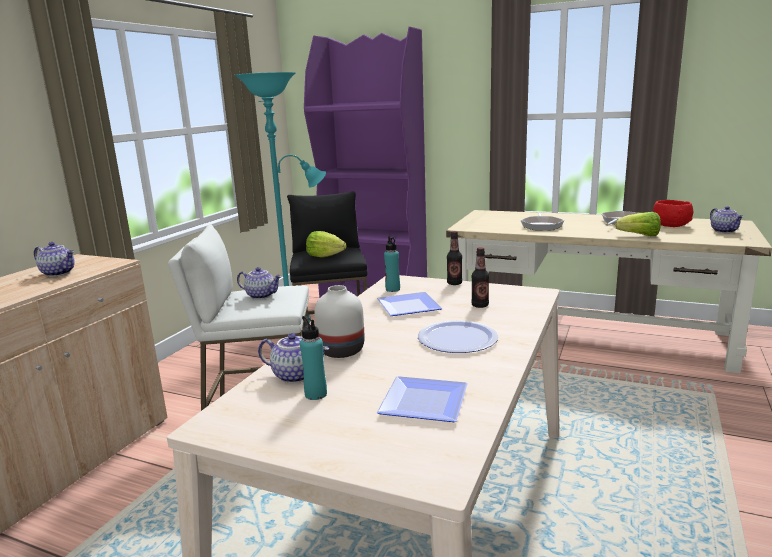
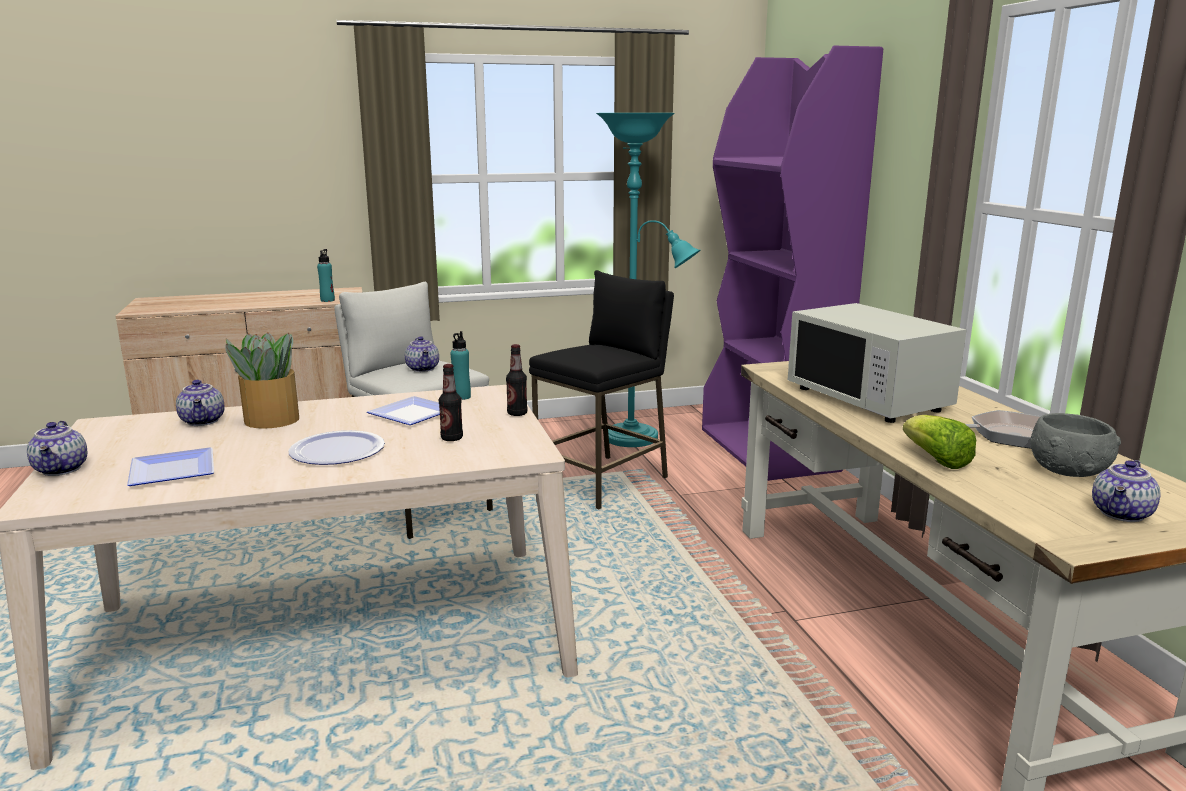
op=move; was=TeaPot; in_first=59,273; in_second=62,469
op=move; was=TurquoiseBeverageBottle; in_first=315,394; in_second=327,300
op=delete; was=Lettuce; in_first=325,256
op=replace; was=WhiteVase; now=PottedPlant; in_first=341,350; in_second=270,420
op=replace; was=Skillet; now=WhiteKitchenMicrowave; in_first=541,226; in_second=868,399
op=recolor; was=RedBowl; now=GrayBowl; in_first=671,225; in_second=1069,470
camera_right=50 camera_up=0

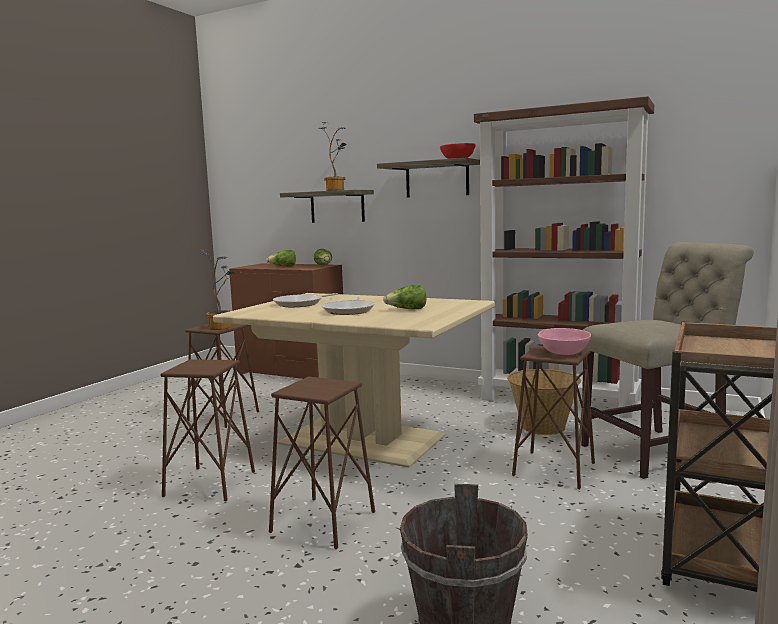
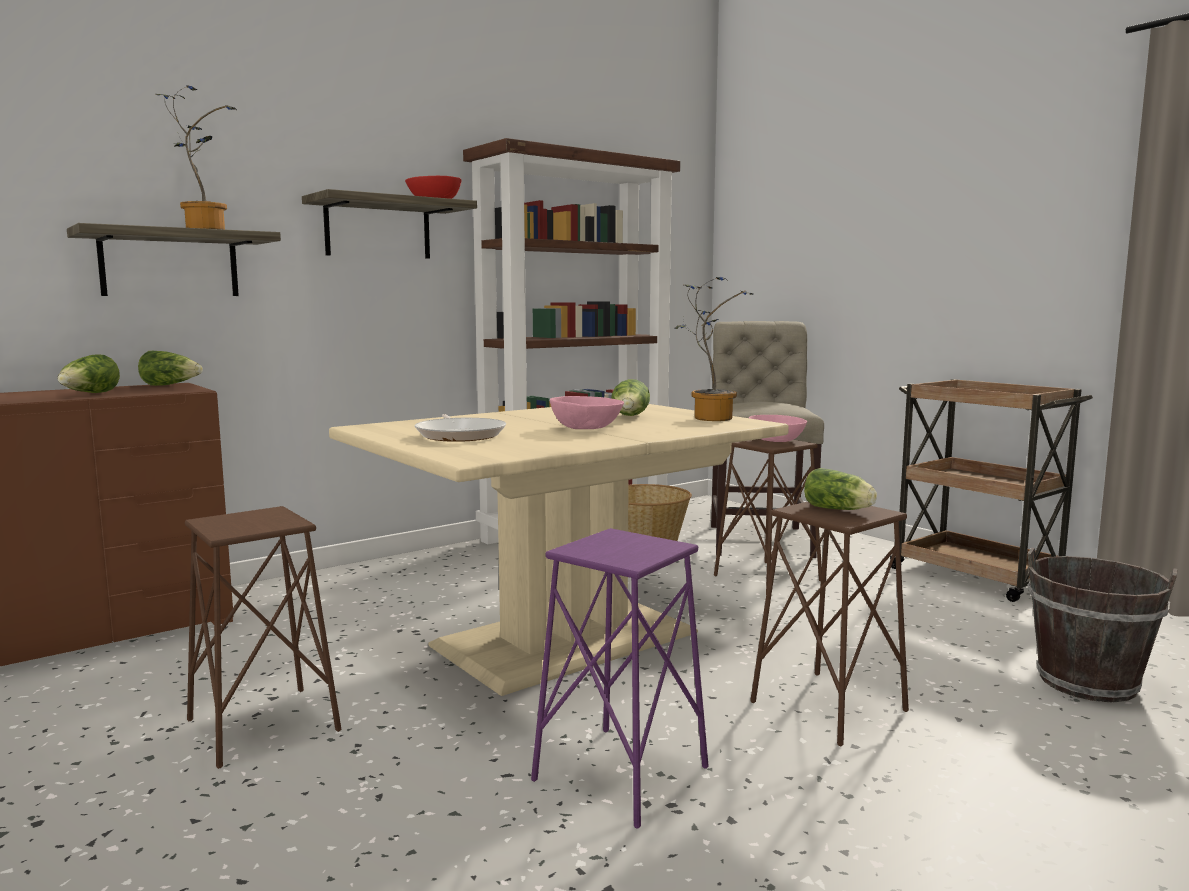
op=recolor; was=BrownStoolSeat; now=PurpleColouredStoolSeat; in_first=210,484; in_second=620,774
op=move; was=PottedPlant; in_first=222,327; in_second=709,418
op=replace; was=Skillet; now=PinkColouredBowl; in_first=349,310; in_second=586,428
op=insert; now=Lettuce; in_second=840,510
camera_right=-65 camera_up=0

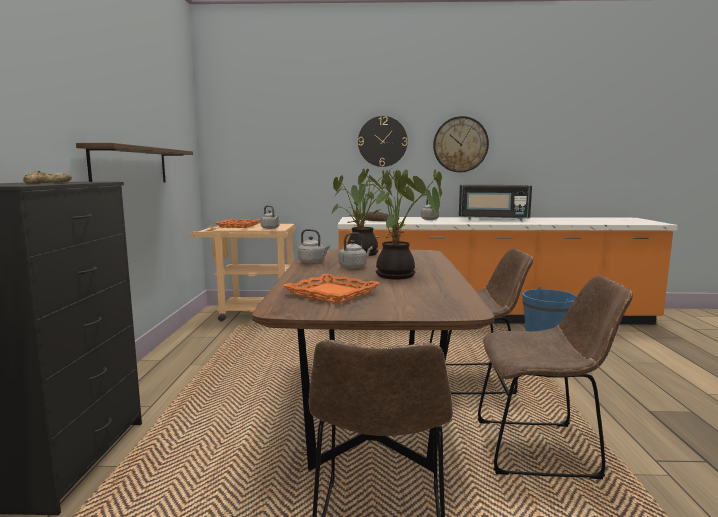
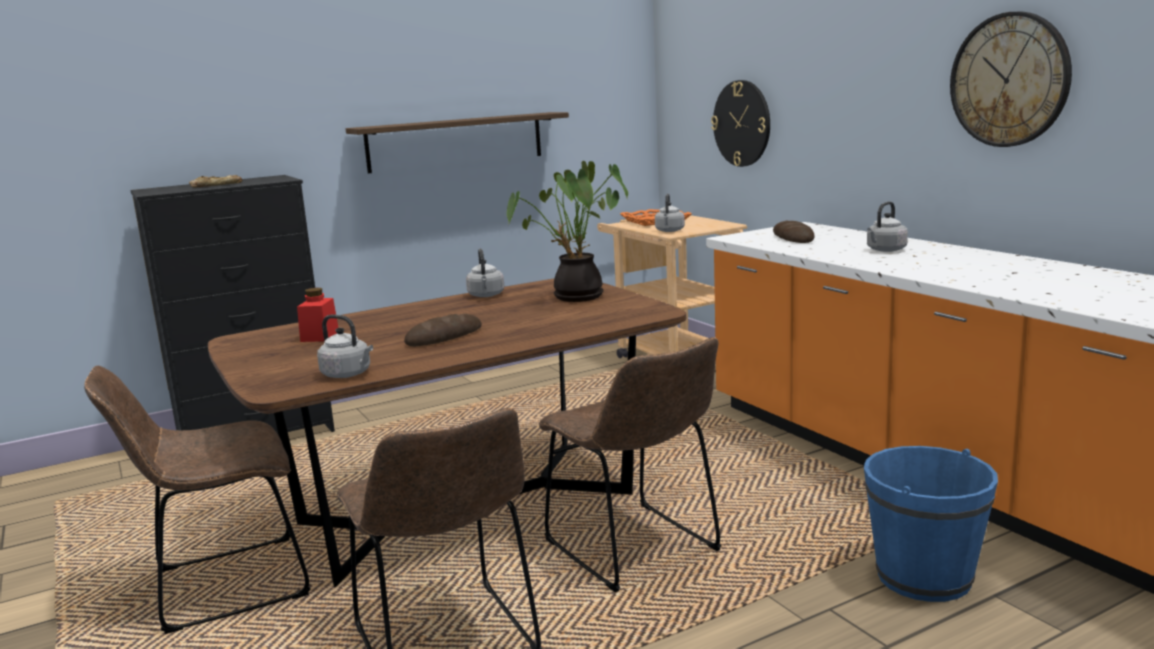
op=replace; was=OrangeyServingTray; now=RedStorageJar; in_first=331,293; in_second=320,336
op=move; was=GrayKettle; in_first=354,267; in_second=348,374
op=move; was=WallClock; in_first=382,141; in_second=742,123
op=replace; was=PottedPlant; now=BakeryBread; in_first=398,276; in_second=444,337
op=delete; was=BlackColouredKitchenMicrowave; in_first=492,219
camera_right=60 camera_up=5

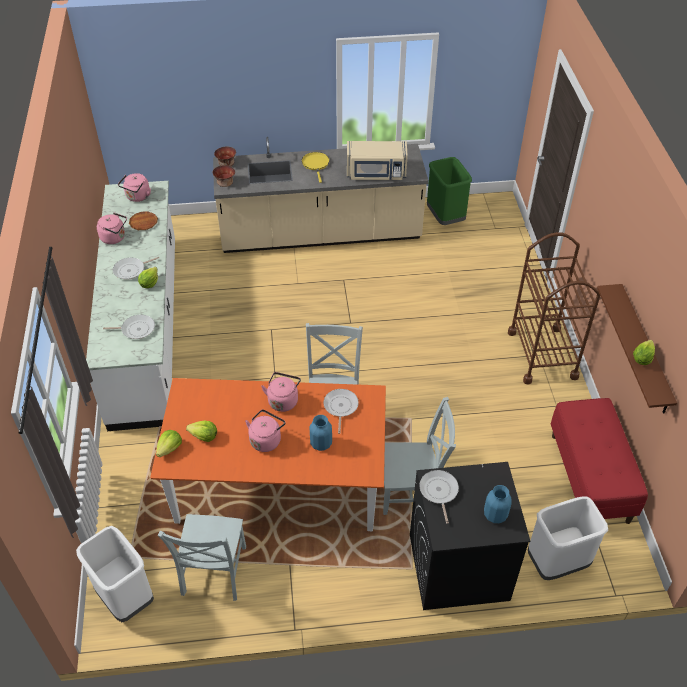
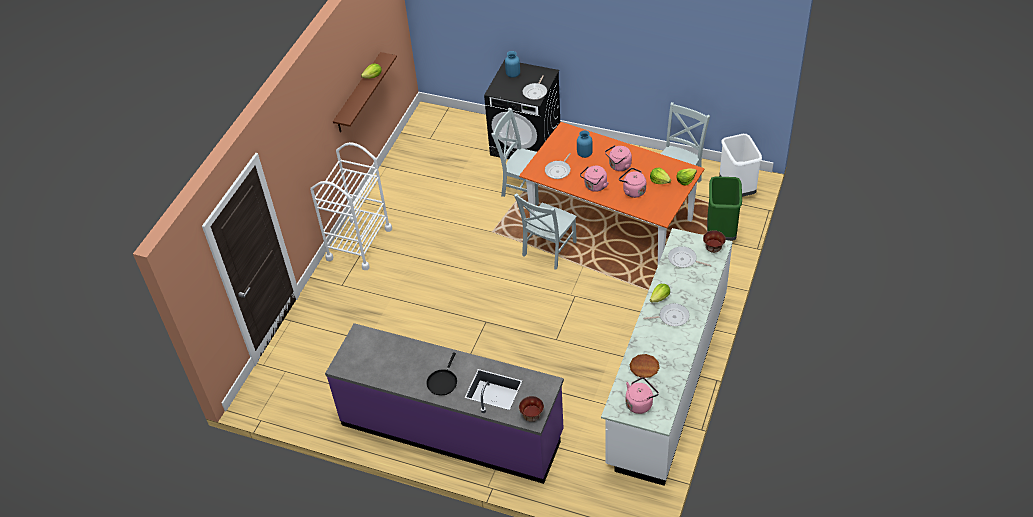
op=move; was=PinkColouredKettle; in_first=115,238; in_second=632,191
op=recolor; was=BeigeKitchenBaseUnit; now=PurpleColouredKitchenBaseUnit; in_first=320,234; in_second=452,428
op=move; was=Bowl; in_first=224,183; in_second=713,248
op=recolor; was=YellowColouredSkillet; now=BlackColouredSkillet; in_first=316,164; in_second=443,381
op=delete; was=BeigeKitchenMicrowave; in_first=376,173
op=move; was=GreenishTrashCan; in_first=445,218; in_second=720,232
op=recolor; was=BrownTrolley; now=WhiteTrolley; in_first=542,354; in_second=359,244
op=delete; was=WhiteTrashCan; in_first=557,563
op=delete; was=RedLongSeat; in_first=590,478
camera_right=-150 camera_up=0

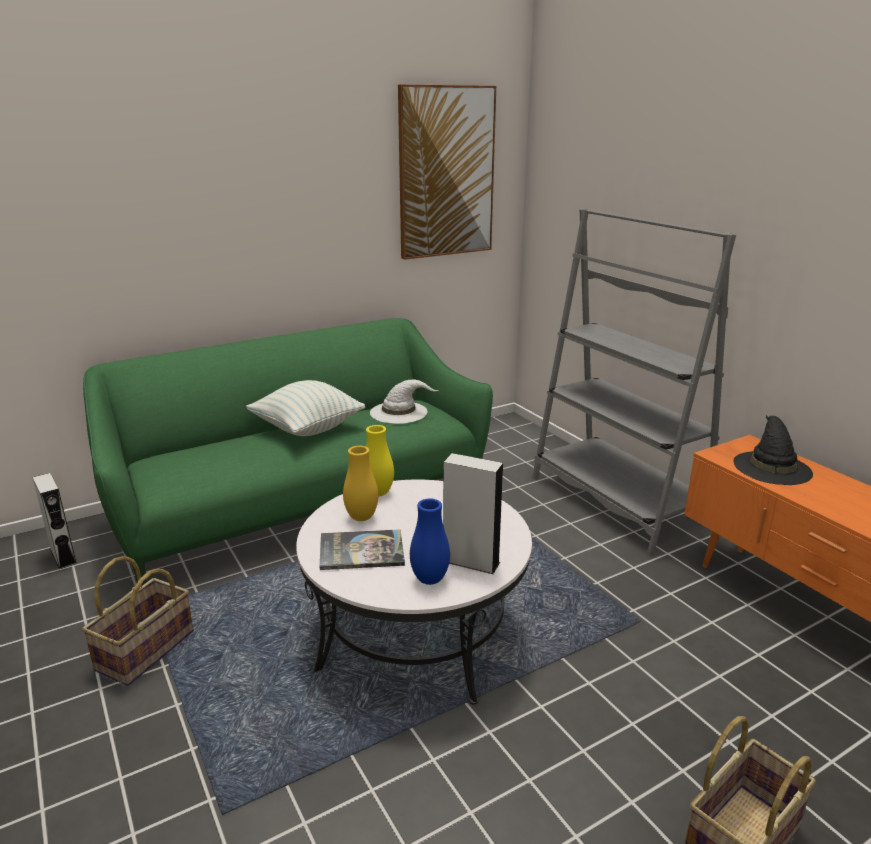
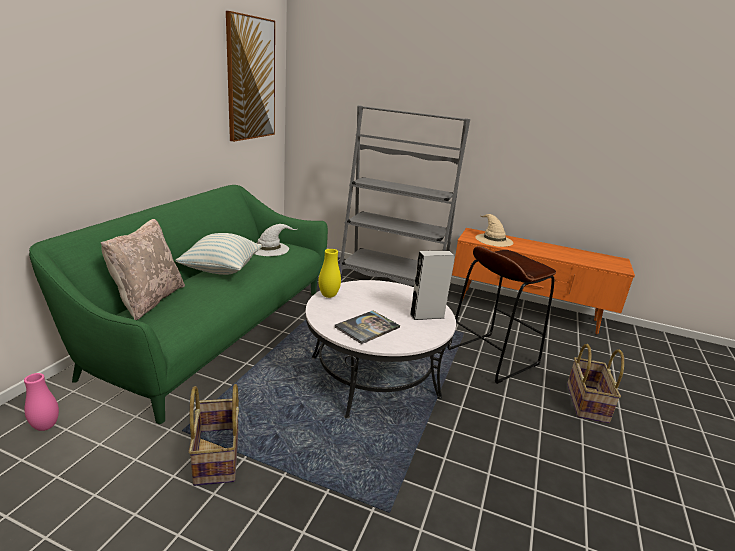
op=replace; was=GrayLoudspeaker; now=PinkColouredVase; in_first=63,556; in_second=45,426
op=delete; was=YellowColouredVase; in_first=361,517
op=delete; was=BlueColouredVase; in_first=429,579
op=recolor; was=BlackColouredWearableHat; now=BeigeWearableHat; in_first=771,467; in_second=493,239
op=insert; now=BeigePillow; in_second=148,300
op=insert; now=BrownStoolSeat; in_second=492,357
camera_right=-40 camera_up=0

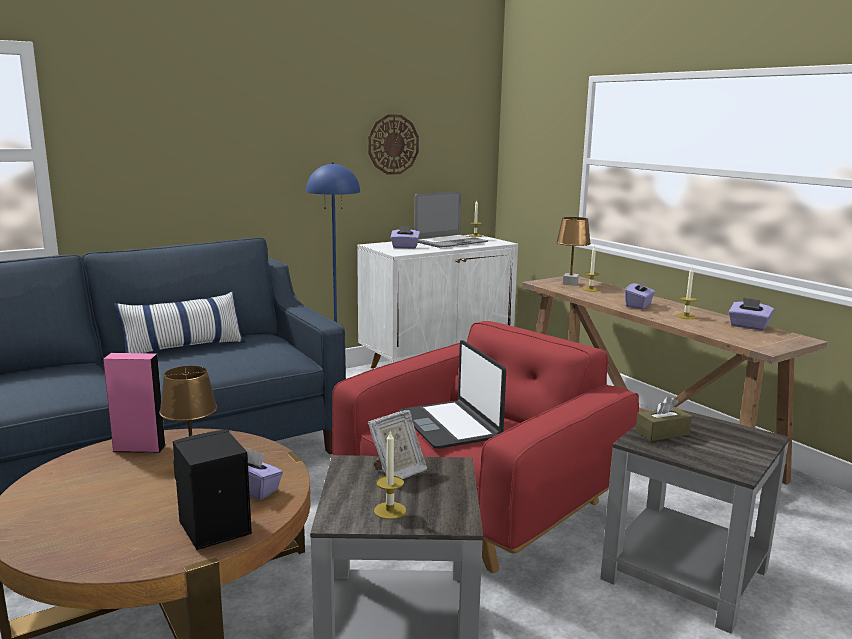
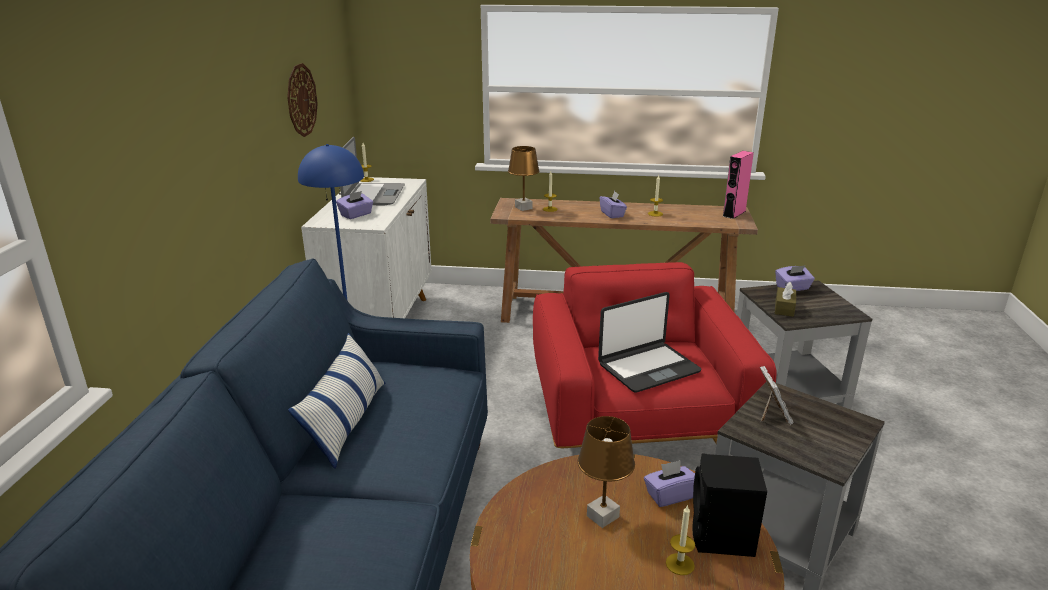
op=move; was=PinkColouredLoudspeaker; in_first=139,448; in_second=734,213
op=move; was=WaxLight; in_first=390,510; in_second=680,564
op=rotate; was=PortableComputer; in_first=450,425; in_second=648,368; clockwise=-45
op=move; was=PurpleColouredBoxOfTissues; in_first=748,326; in_second=792,288
camera_right=-50 camera_up=10

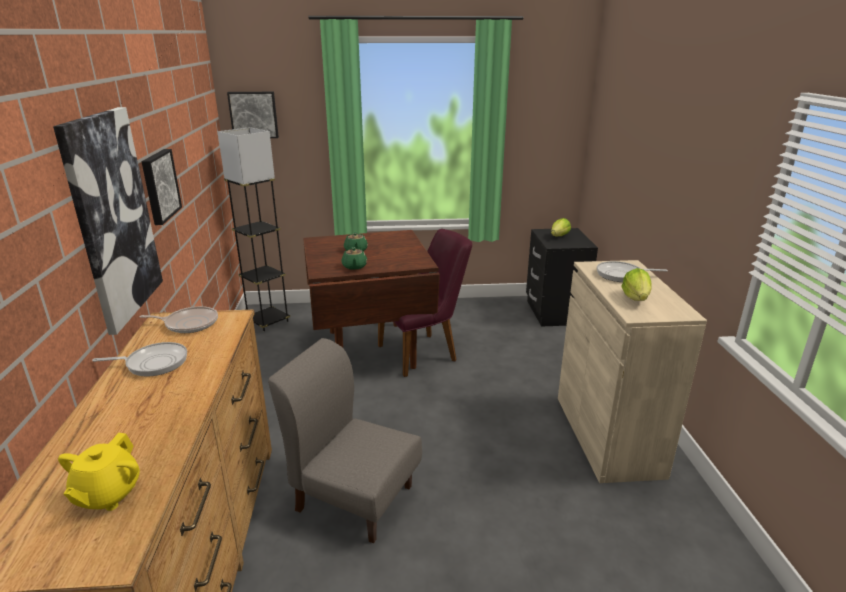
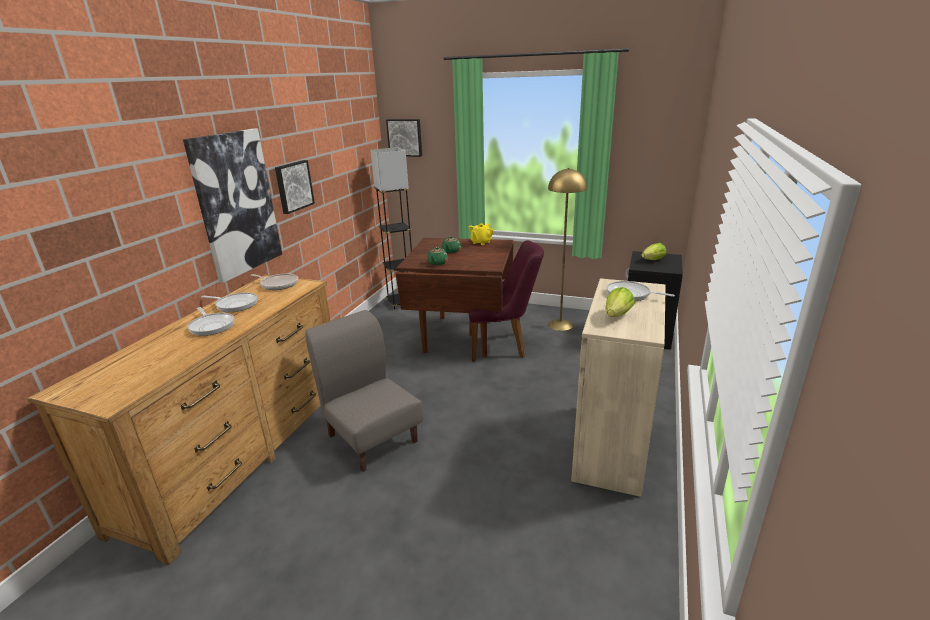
op=move; was=YellowColouredTeaPot; in_first=107,495; in_second=481,242
op=insert; now=Skillet; in_second=212,326
op=insert; now=YellowColouredStandingLamp; in_second=560,325
camera_right=25 camera_up=0

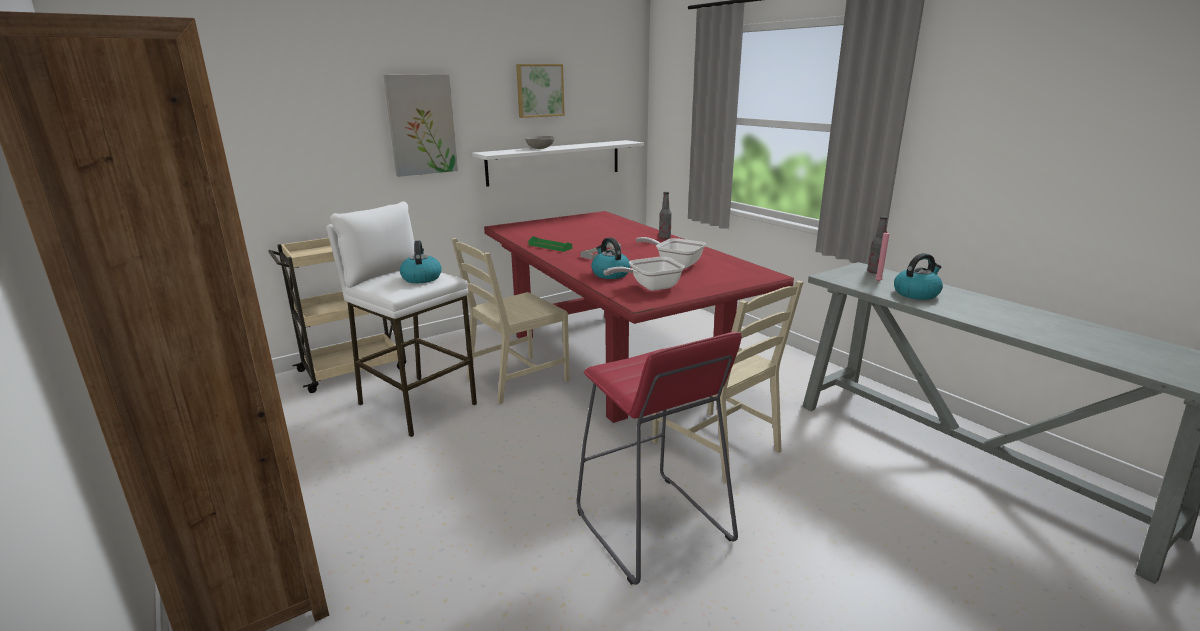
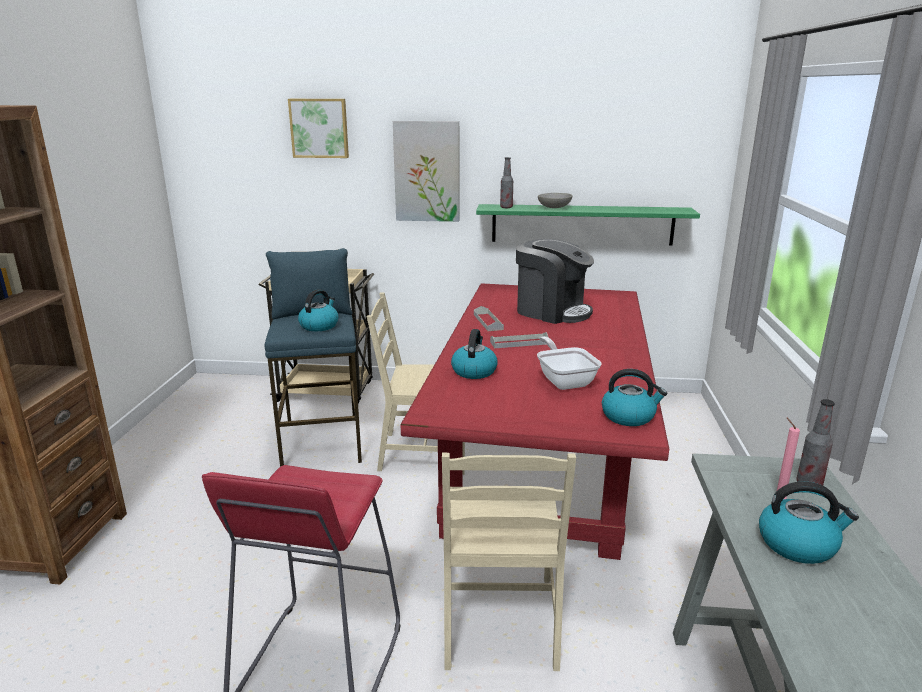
op=recolor; was=WhiteStoolSeat; now=BlueColouredStoolSeat; in_first=416,404; in_second=322,442
op=recolor; was=WhiteBracketShelf; now=GreenishBracketShelf; in_first=555,162; in_second=582,224
op=move; was=Picture; in_first=539,90; in_second=319,128
op=recolor; was=GreenishServingTray; now=GrayServingTray; in_first=550,246; in_second=488,322
op=delete; was=Skillet; in_first=650,287
op=move; was=BeverageBottle; in_first=664,238; in_second=506,207
op=insert; now=CoffeeBrewer; in_second=552,311
op=insert; now=Kettle; in_second=629,416
camera_right=40 camera_up=0

